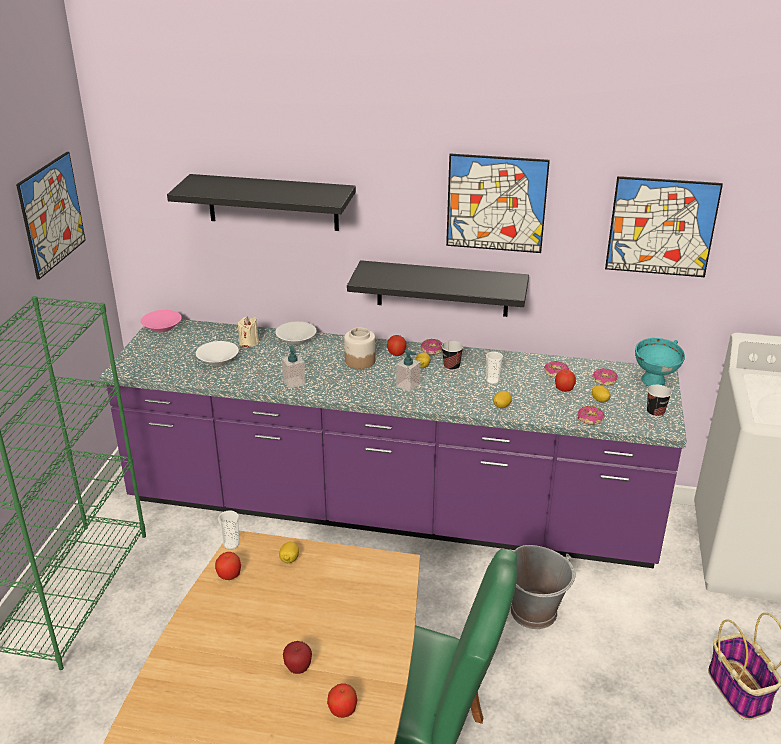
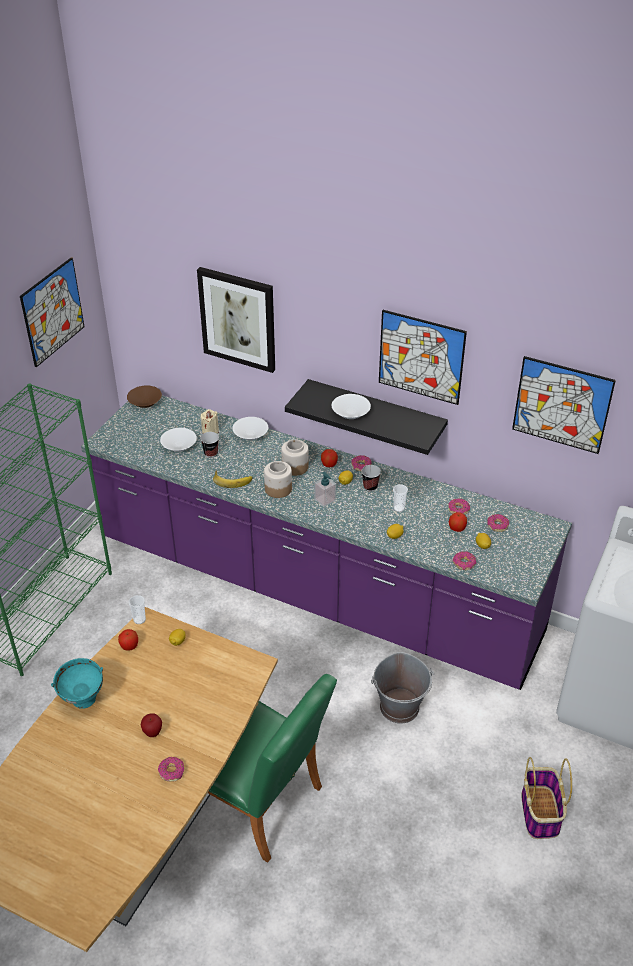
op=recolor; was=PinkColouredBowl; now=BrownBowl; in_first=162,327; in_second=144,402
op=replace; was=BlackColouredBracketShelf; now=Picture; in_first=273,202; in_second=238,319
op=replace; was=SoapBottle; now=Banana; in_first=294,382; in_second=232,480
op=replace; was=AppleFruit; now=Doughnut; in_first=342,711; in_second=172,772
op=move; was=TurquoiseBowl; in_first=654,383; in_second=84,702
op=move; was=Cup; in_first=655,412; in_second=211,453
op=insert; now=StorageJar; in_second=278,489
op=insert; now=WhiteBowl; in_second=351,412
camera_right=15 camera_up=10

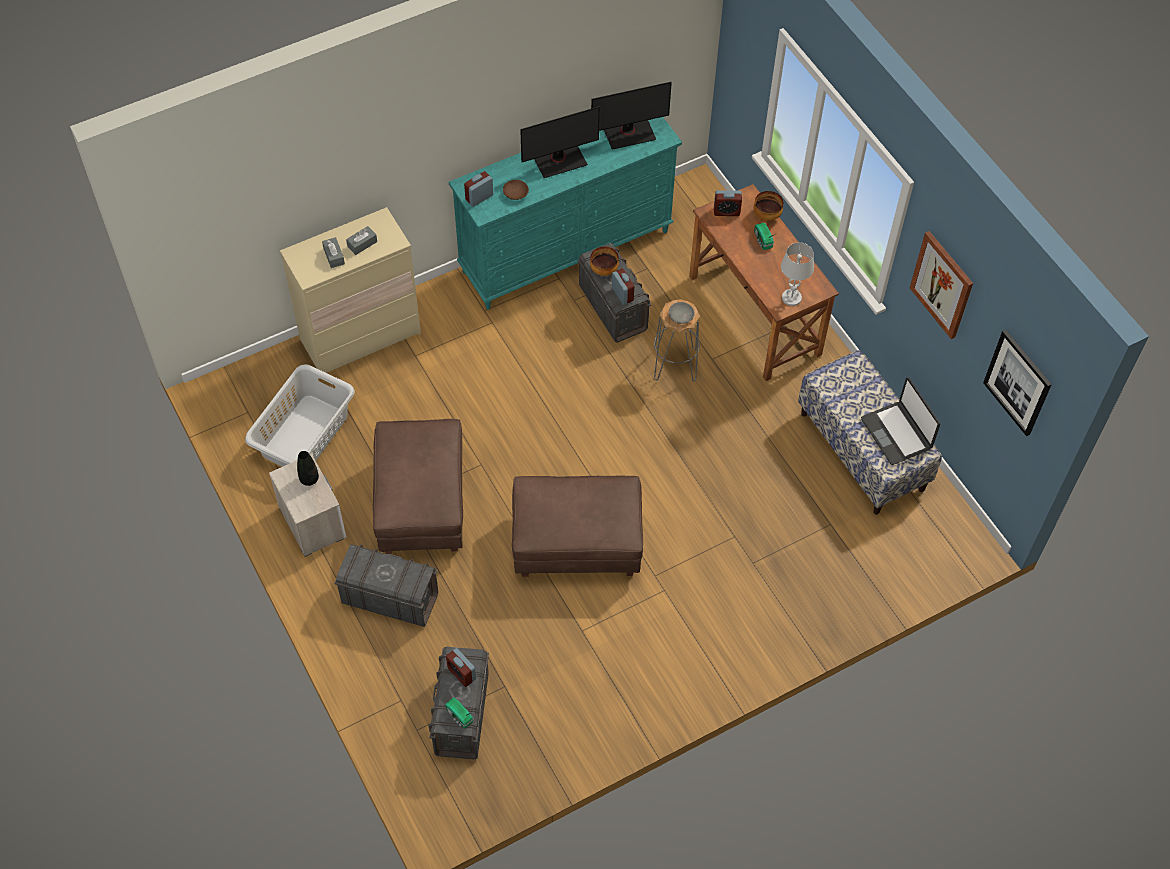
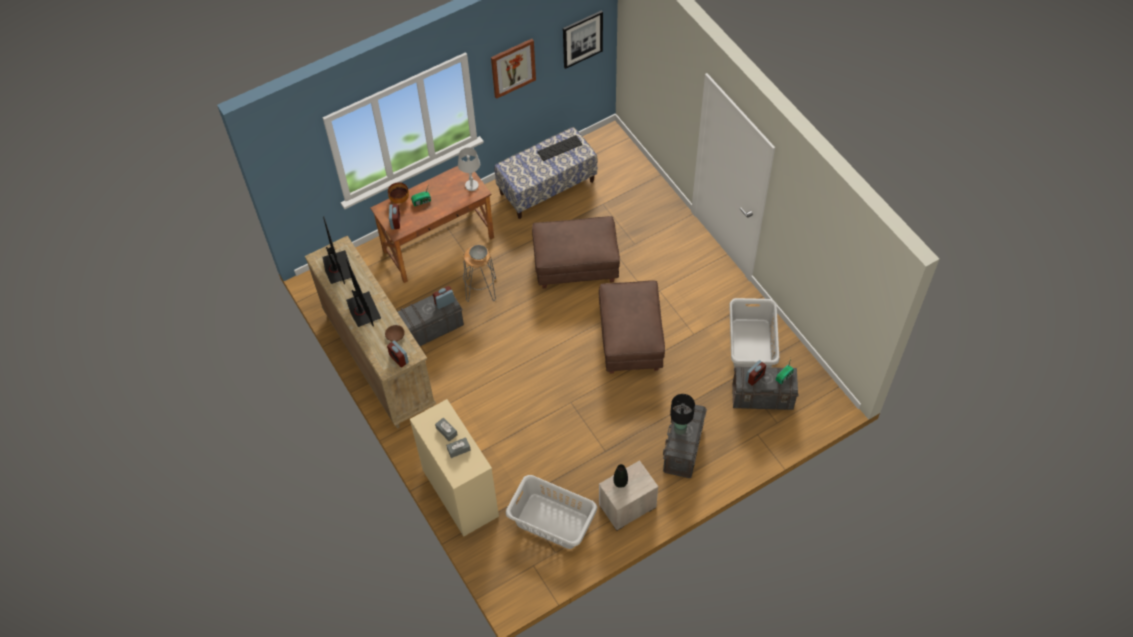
op=move; was=BrownOttoman; in_first=422,505; in_second=576,266
op=recolor; was=TurquoiseDrawerChest; now=BeigeDrawerChest; in_first=567,251; in_second=379,360
op=delete; was=Bowl; in_first=603,270
op=replace; was=PortableComputer; now=PcKeyboard; in_first=896,433; in_second=559,147
op=insert; now=BlackColouredLampForATable; in_second=679,429
op=insert; now=GrayHamper; in_second=751,345
camera_right=-90 camera_up=0

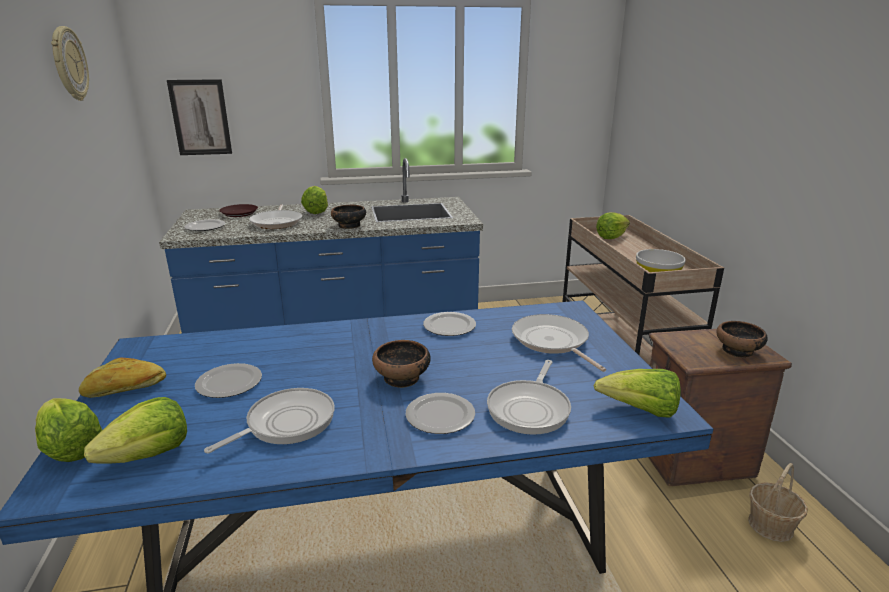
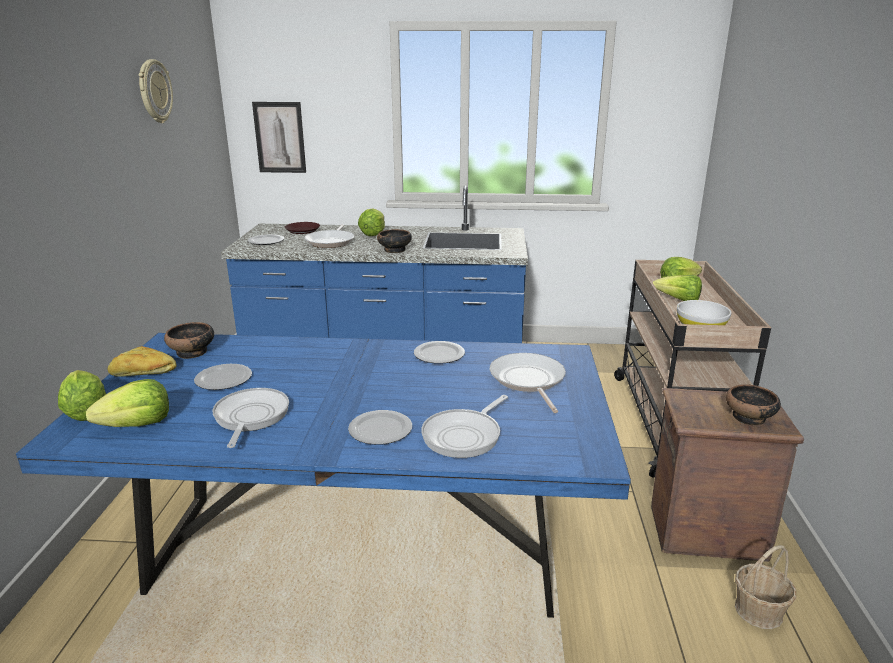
op=rotate; was=Skillet; in_first=286,423; in_second=250,417; clockwise=-60
op=move; was=Bowl; in_first=402,378; in_second=192,352
op=move; was=Lettuce; in_first=640,411; in_second=678,301
camera_right=15 camera_up=0

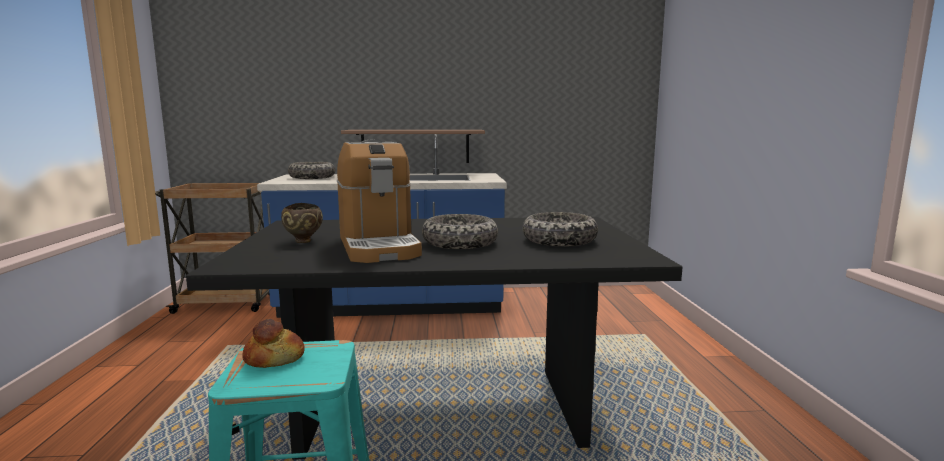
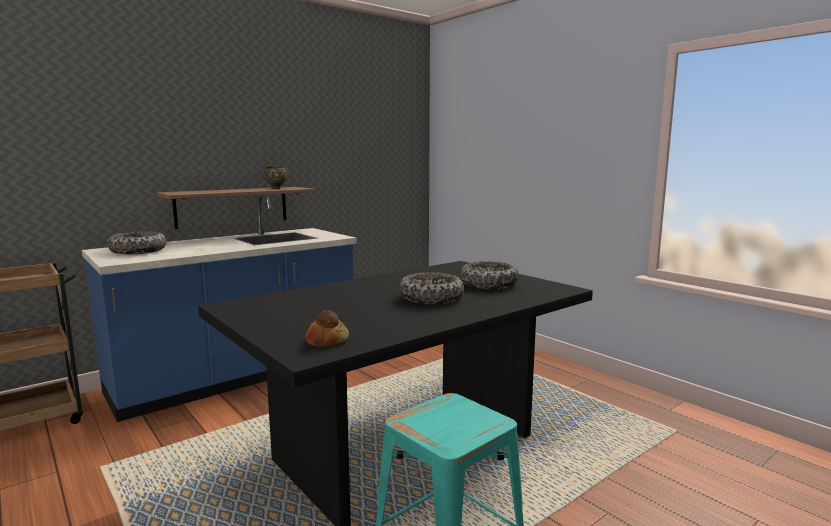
op=move; was=BakeryBread; in_first=275,358; in_second=326,341
op=move; was=BrownBowl; in_first=303,241; in_second=276,188
op=delete; was=CoffeeBrewer; in_first=378,246
camera_right=-35 camera_up=0

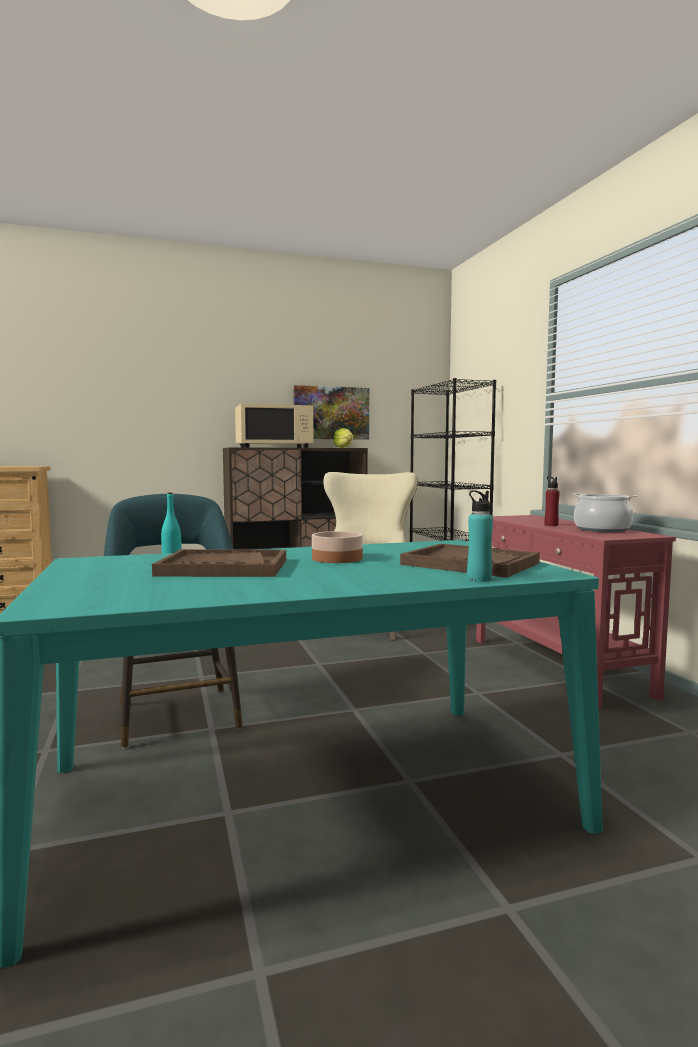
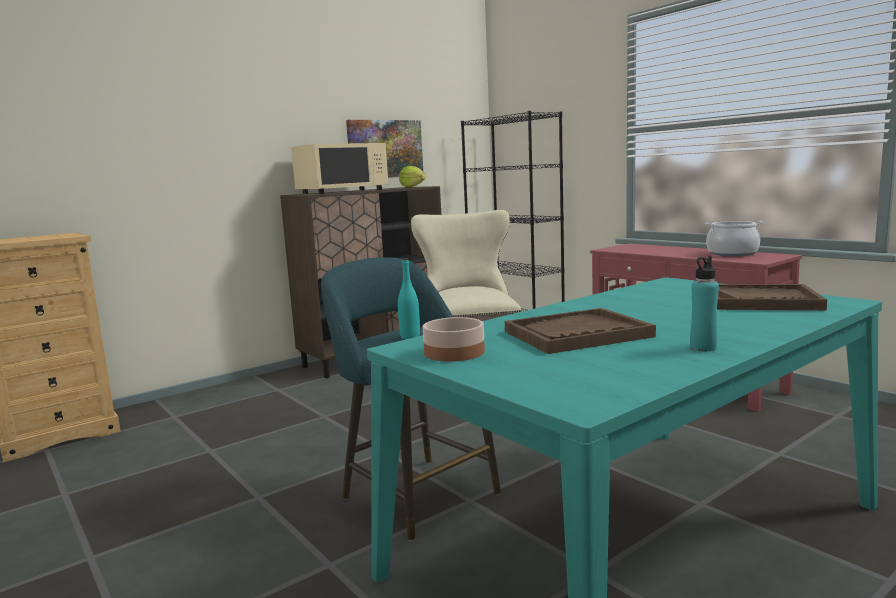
op=move; was=Bowl; in_first=338,558; in_second=455,352
op=move; was=TurquoiseBeverageBottle; in_first=479,579; in_second=703,348
op=delete; was=RedBeverageBottle; in_first=551,525
camera_right=-20 camera_up=5

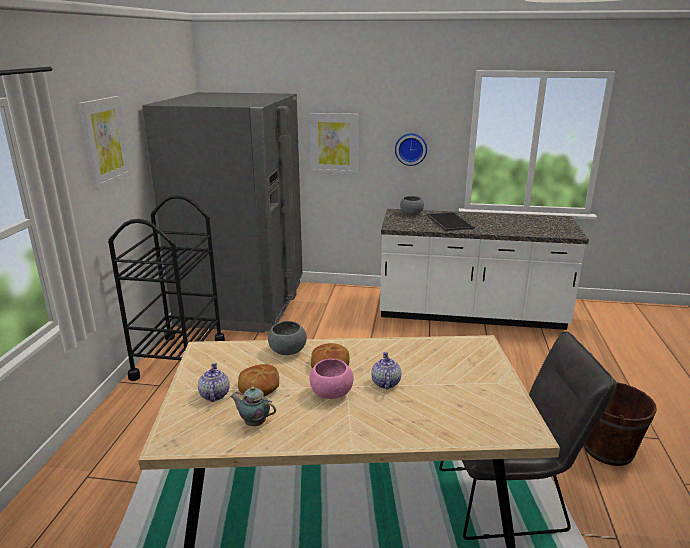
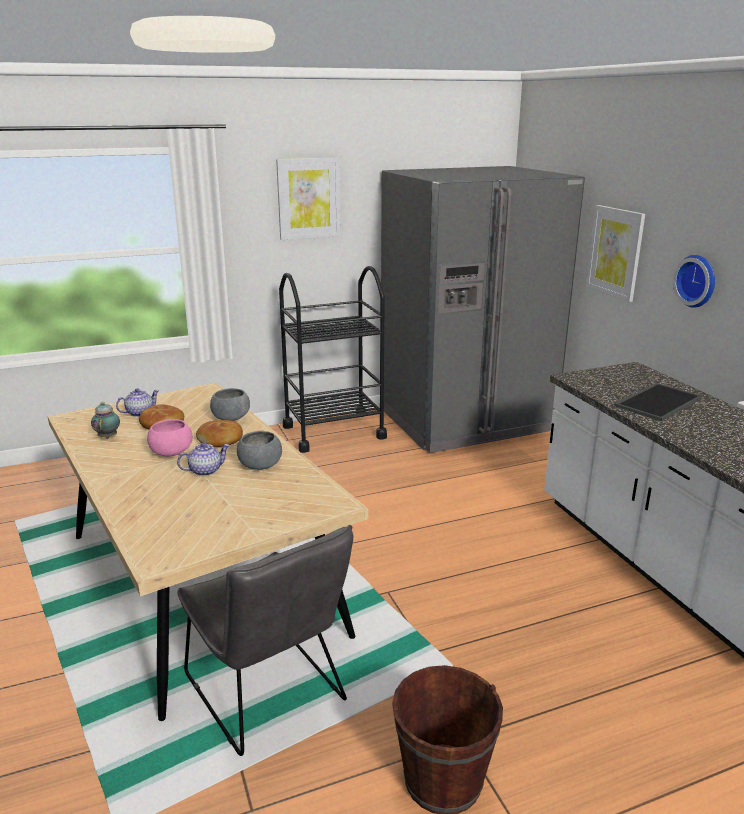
op=move; was=GrayBowl; in_first=411,213; in_second=260,465
camera_right=60 camera_up=0

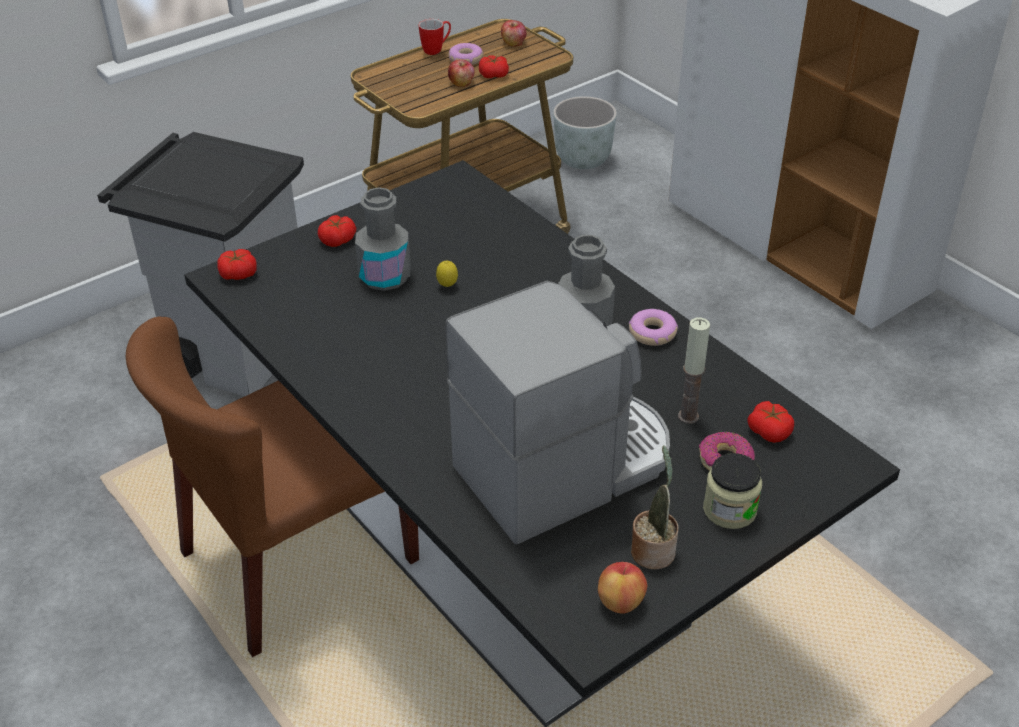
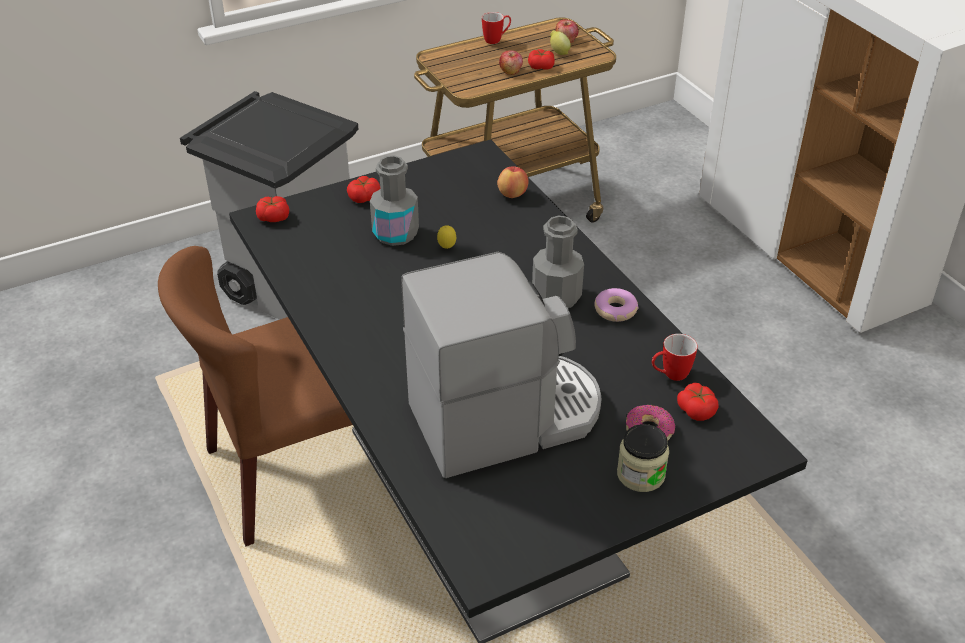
op=delete; was=Doughnut; in_first=465,59
op=delete; was=GrayPlantPot; in_first=583,160
op=move; was=AppleFruit; in_first=620,602; in_second=512,194
op=delete; was=PottedPlant; in_first=653,550
op=delete; was=WaxLight; in_first=688,416
op=insert; now=CitrusFruit; in_second=559,52
op=insert; now=CoffeeMug; in_second=670,375
camera_right=10 camera_up=0

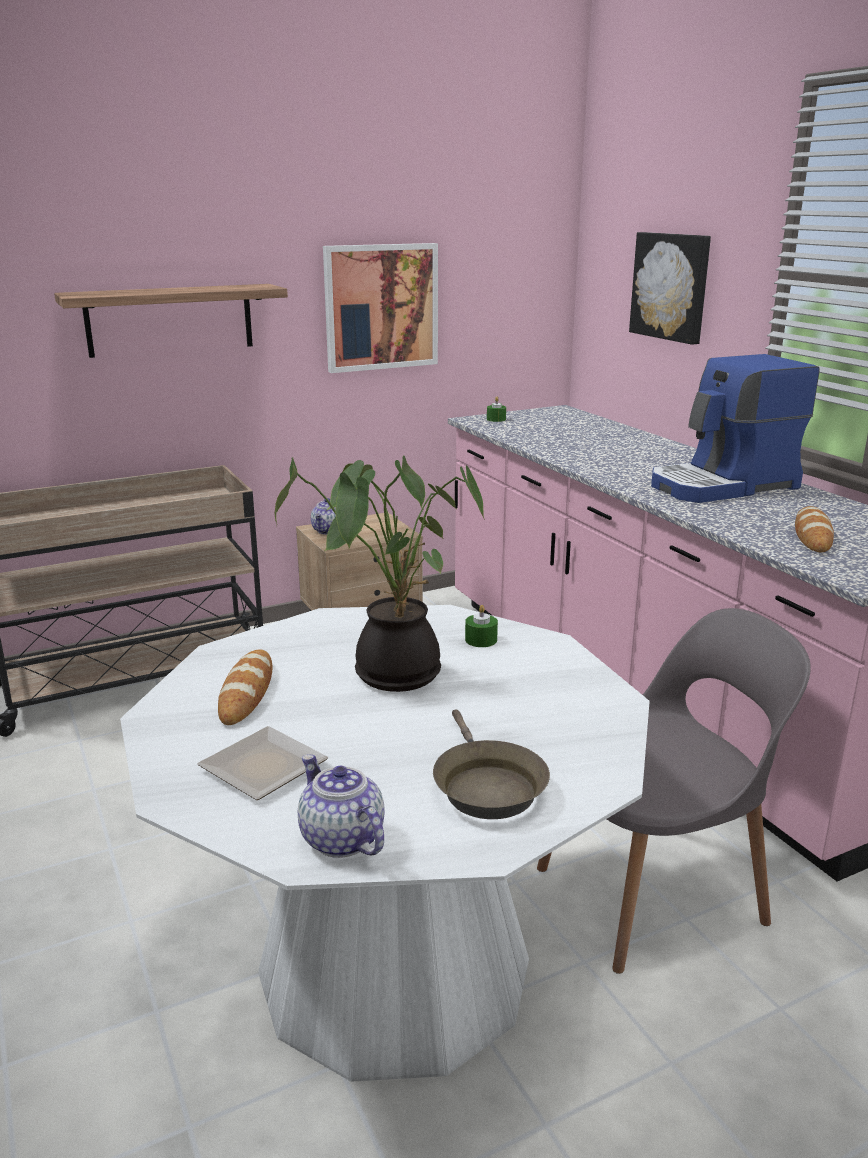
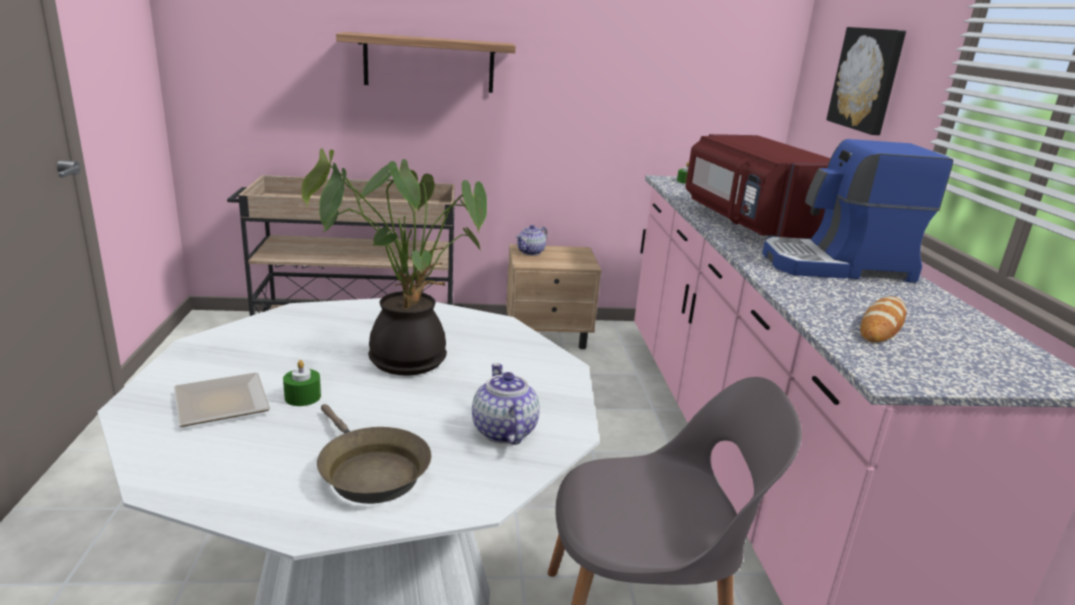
op=delete; was=BakeryBread; in_first=246,692
op=move; was=TeaPot; in_first=340,839; in_second=503,431
op=delete; was=Picture; in_first=381,307
op=rotate; was=BrownSkillet; in_first=486,786; in_second=369,471; clockwise=-45
op=move; was=GreenishWaxLight; in_first=481,640; in_second=302,397
op=insert; now=RedKitchenMicrowave; in_second=750,224
camera_right=20 camera_up=0

